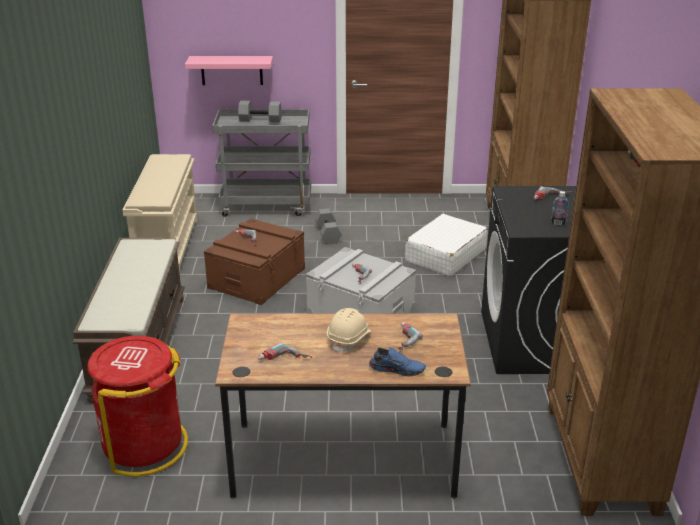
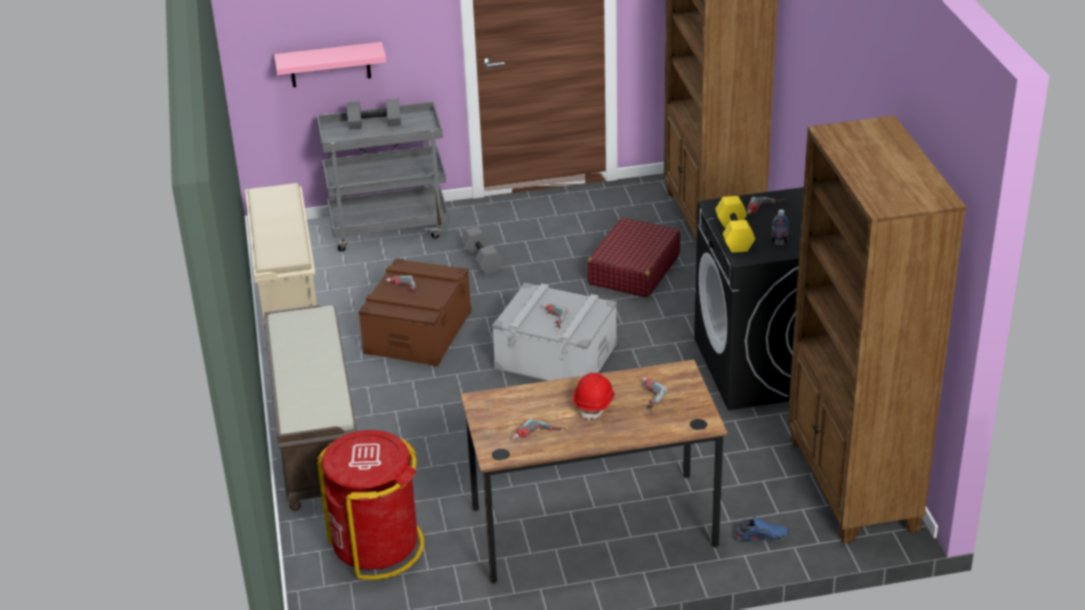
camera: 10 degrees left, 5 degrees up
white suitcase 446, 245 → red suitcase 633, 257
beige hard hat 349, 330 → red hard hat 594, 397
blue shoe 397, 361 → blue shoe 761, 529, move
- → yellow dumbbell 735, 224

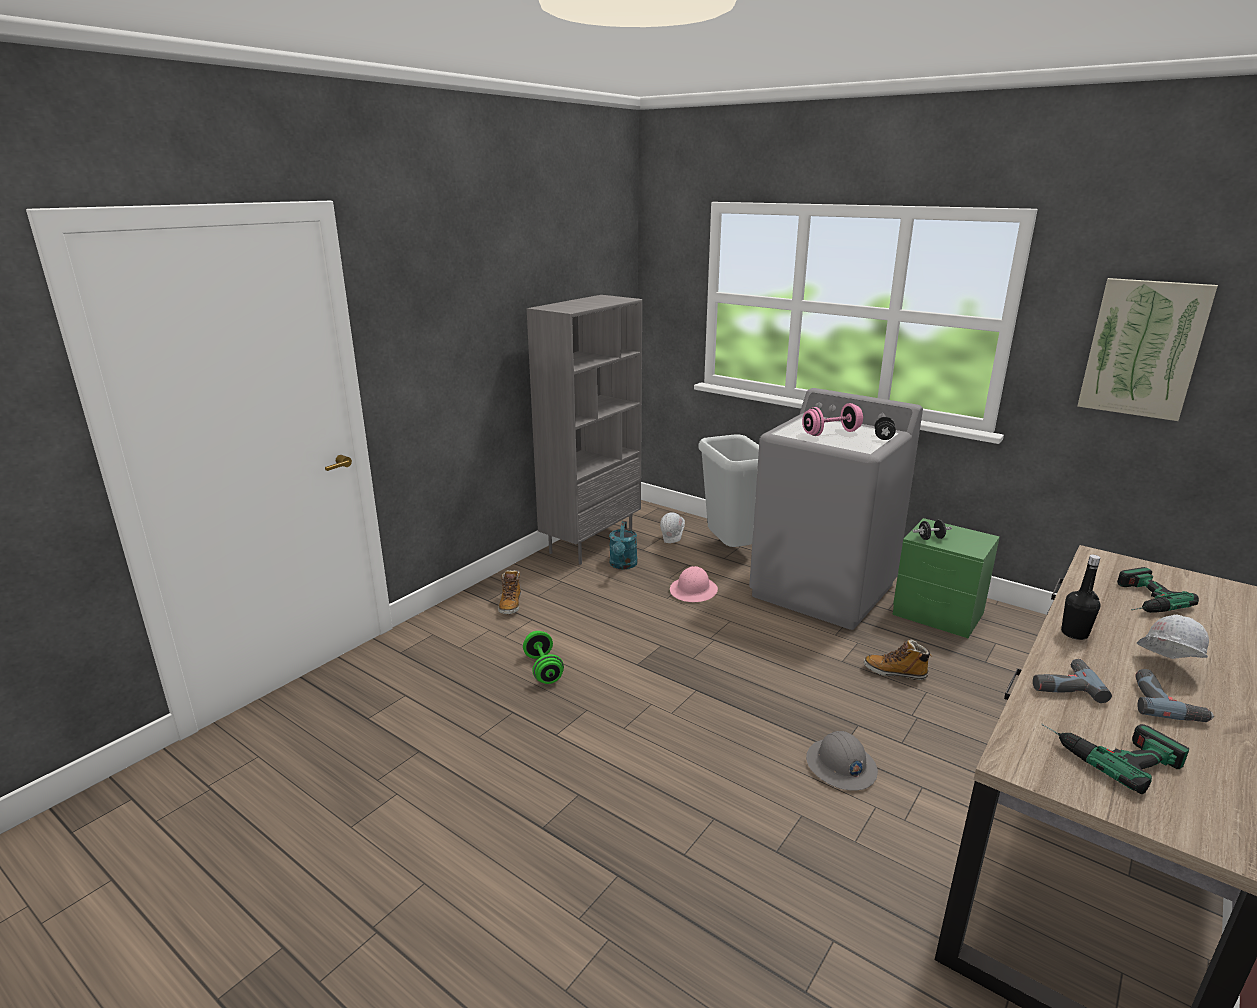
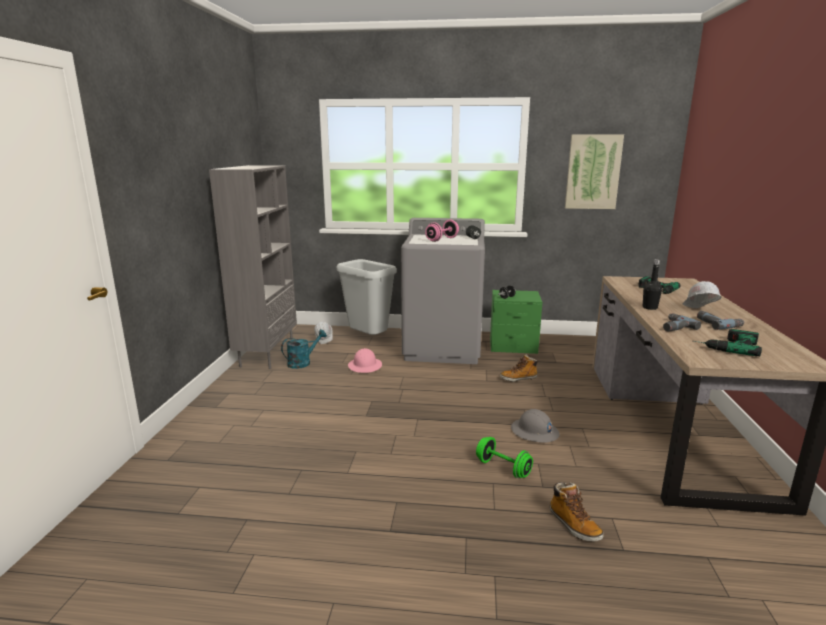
camera: 30 degrees left, 5 degrees down
turquoise watering can 623, 545 → turquoise watering can 304, 349, 105 degrees counterclockwise
boot 509, 592 → boot 577, 511, move
green dumbbell 543, 657 → green dumbbell 504, 457, move

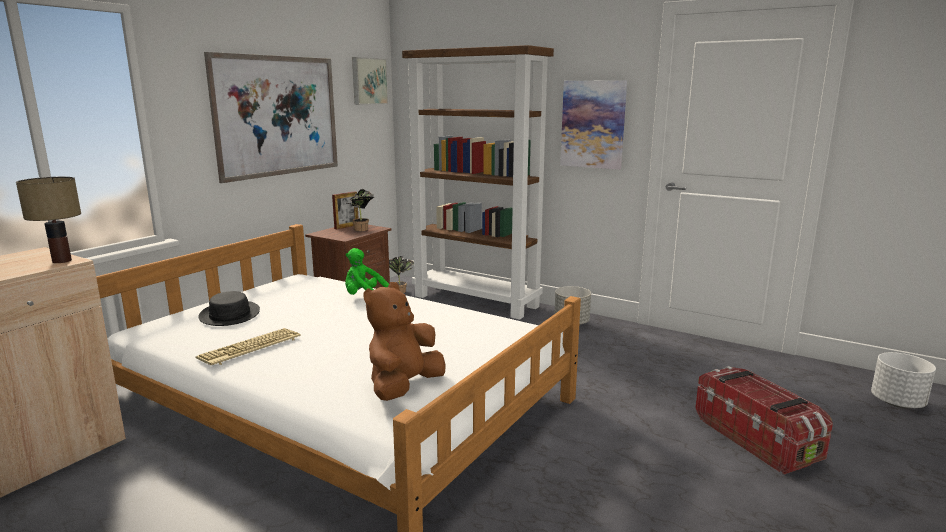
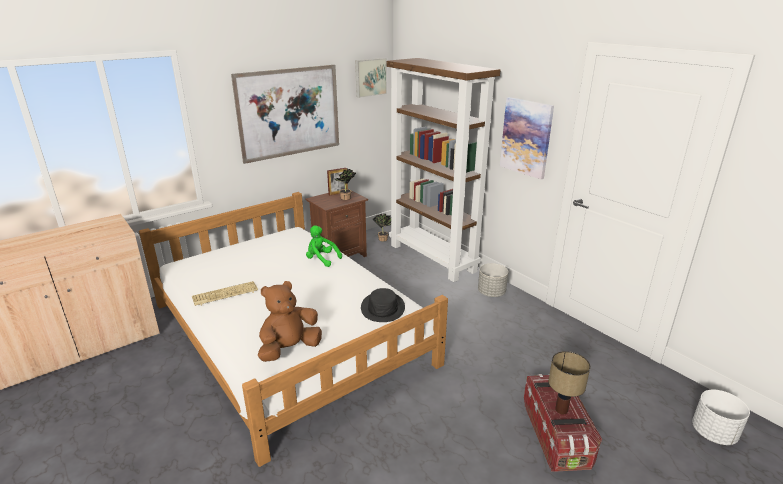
camera: 20 degrees right, 10 degrees up
table lamp 48, 220 → table lamp 569, 383, move
black hat 229, 308 → black hat 383, 305, move

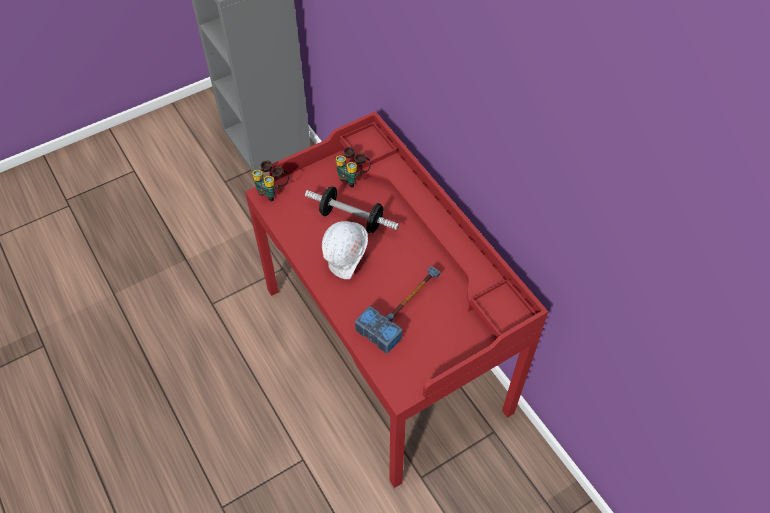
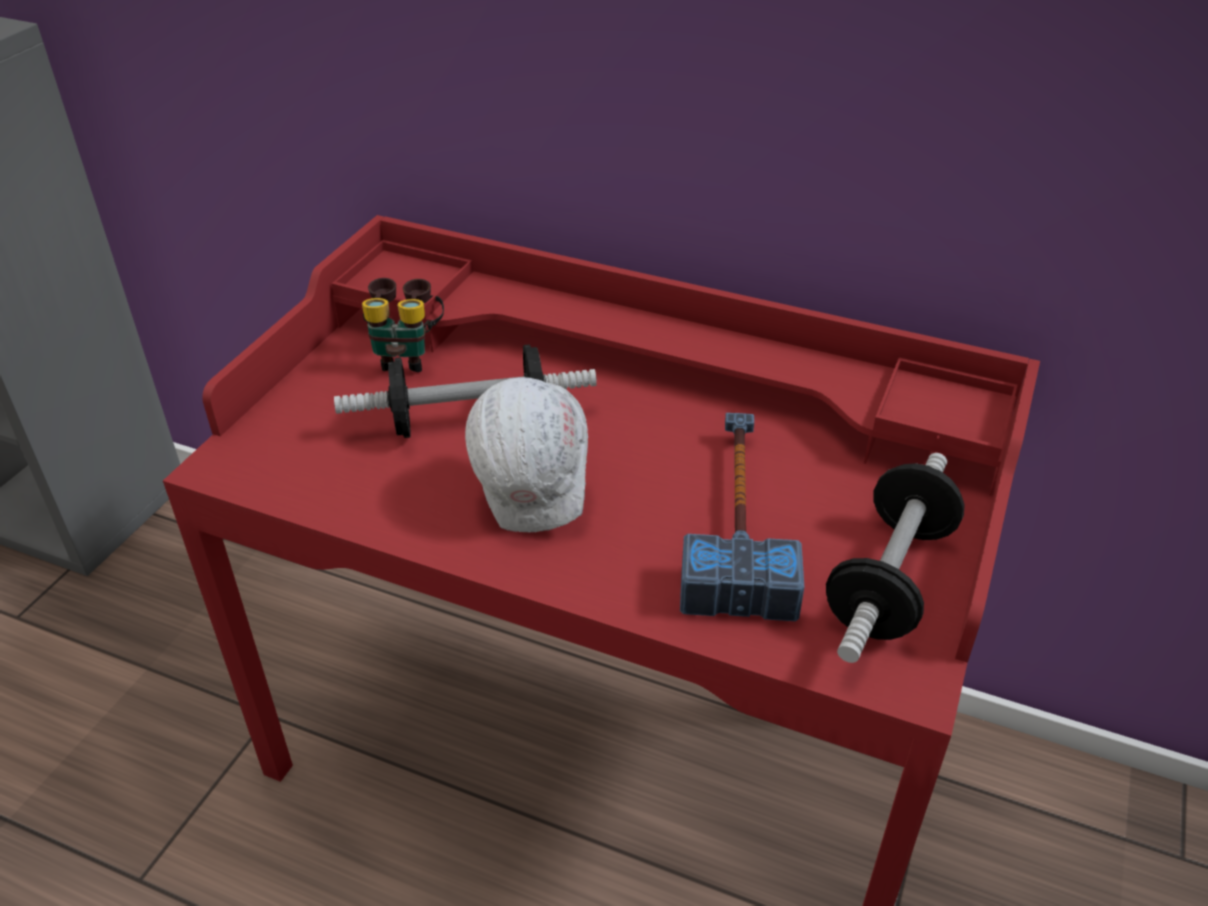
camera: 35 degrees left, 15 degrees down
binoculars 270, 180 → -
- → dumbbell 895, 558

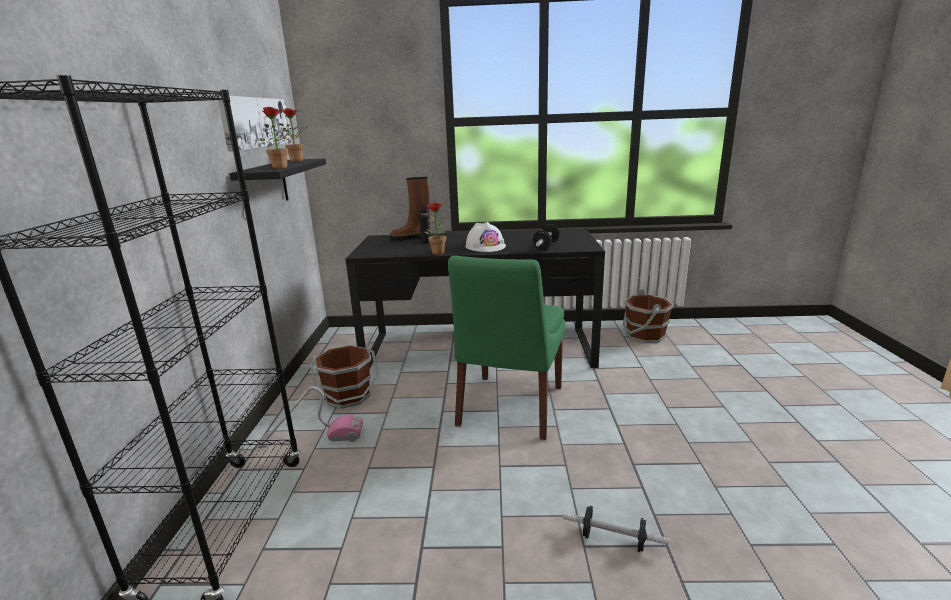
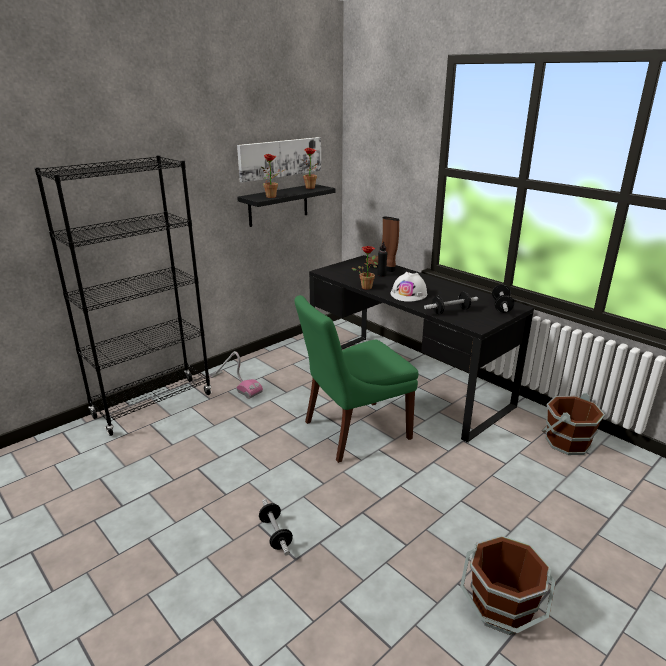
camera: 45 degrees right, 5 degrees up
brown bucket 344, 377 → brown bucket 508, 585, move
- → dumbbell 503, 298

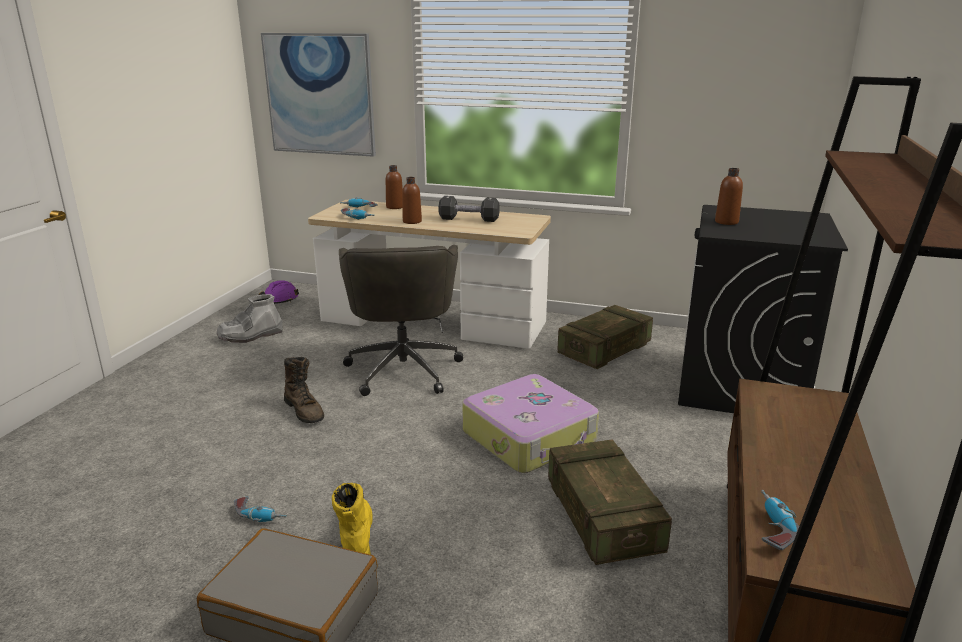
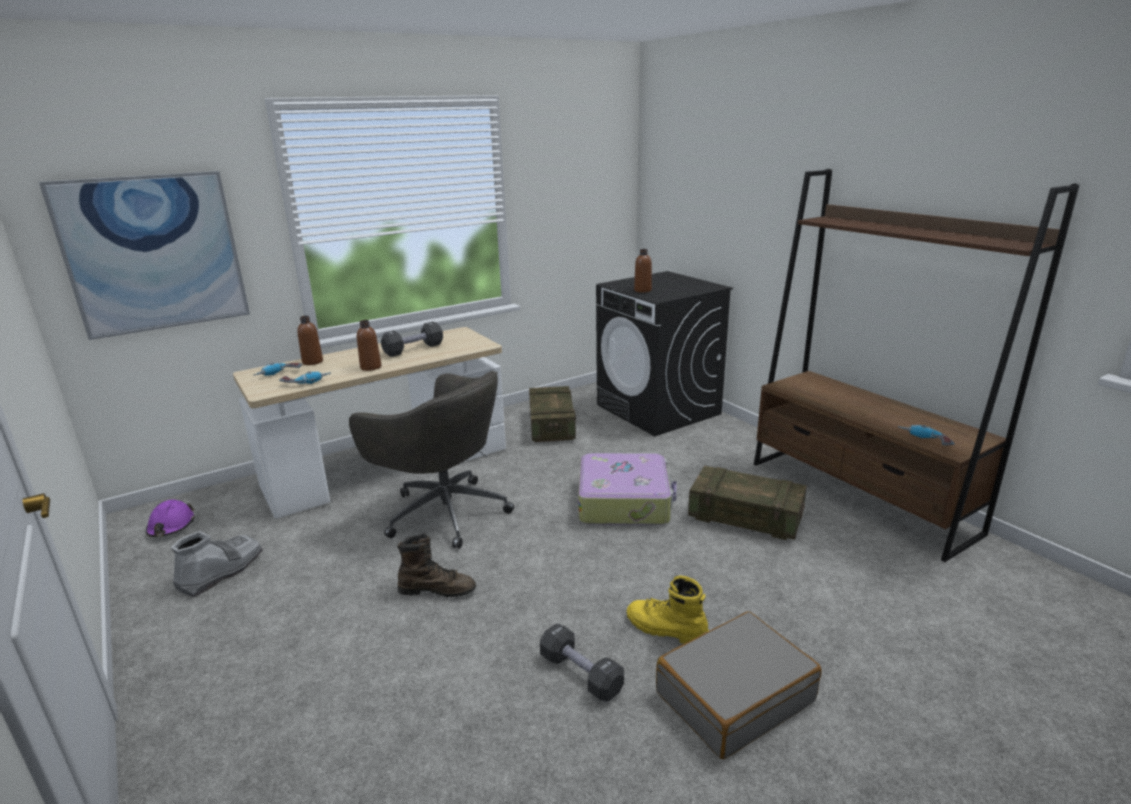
camera: 50 degrees left, 0 degrees up
grey boot 250, 318 → grey boot 217, 564, 150 degrees counterclockwise
power drill 260, 509 → black dumbbell 582, 662

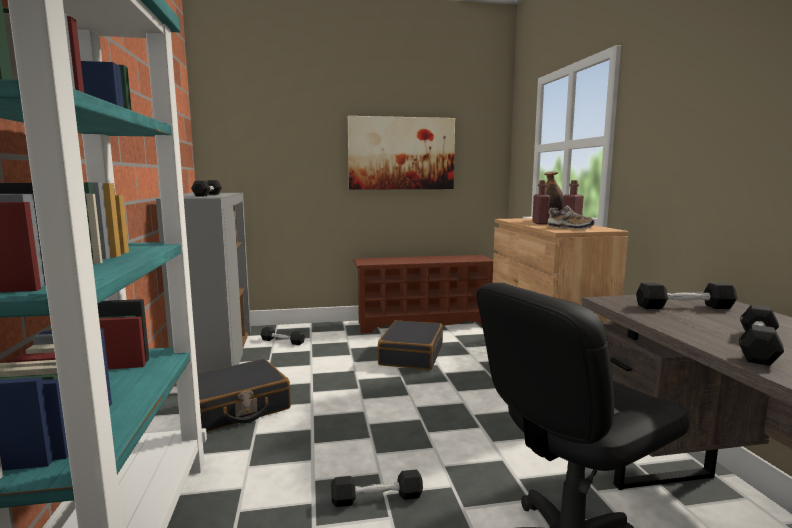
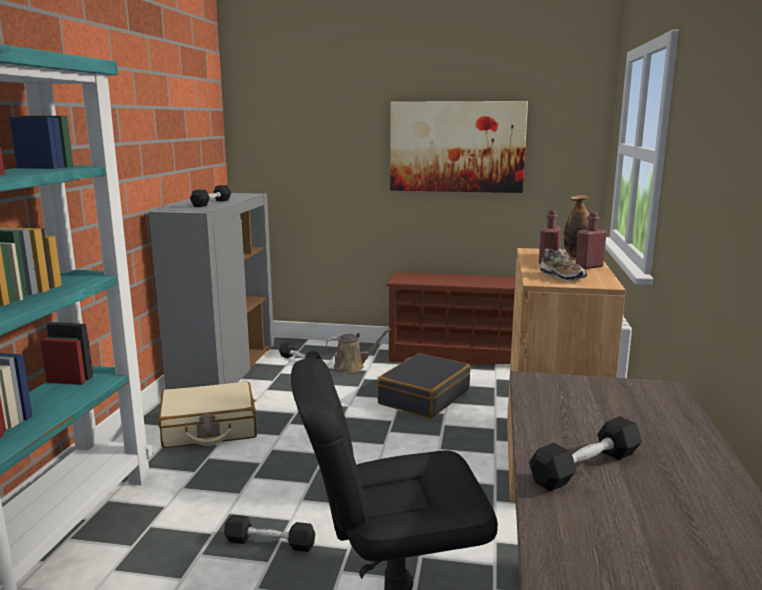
camera: 20 degrees right, 5 degrees up
black dumbbell 686, 296 → -
black suitcase 244, 395 → beige suitcase 207, 415
- → brown watering can 358, 350

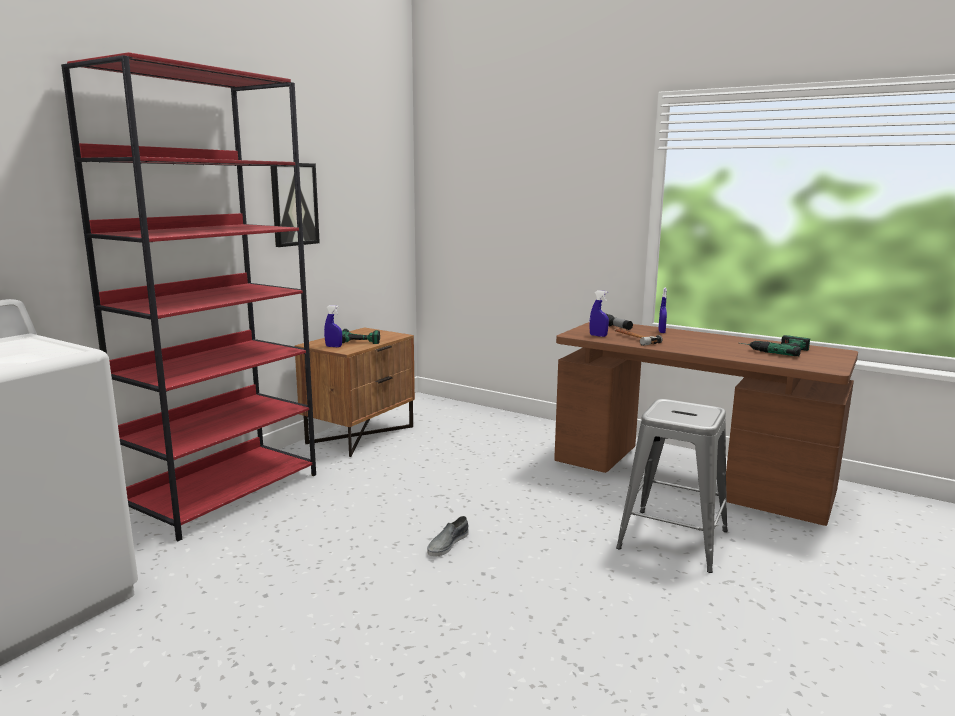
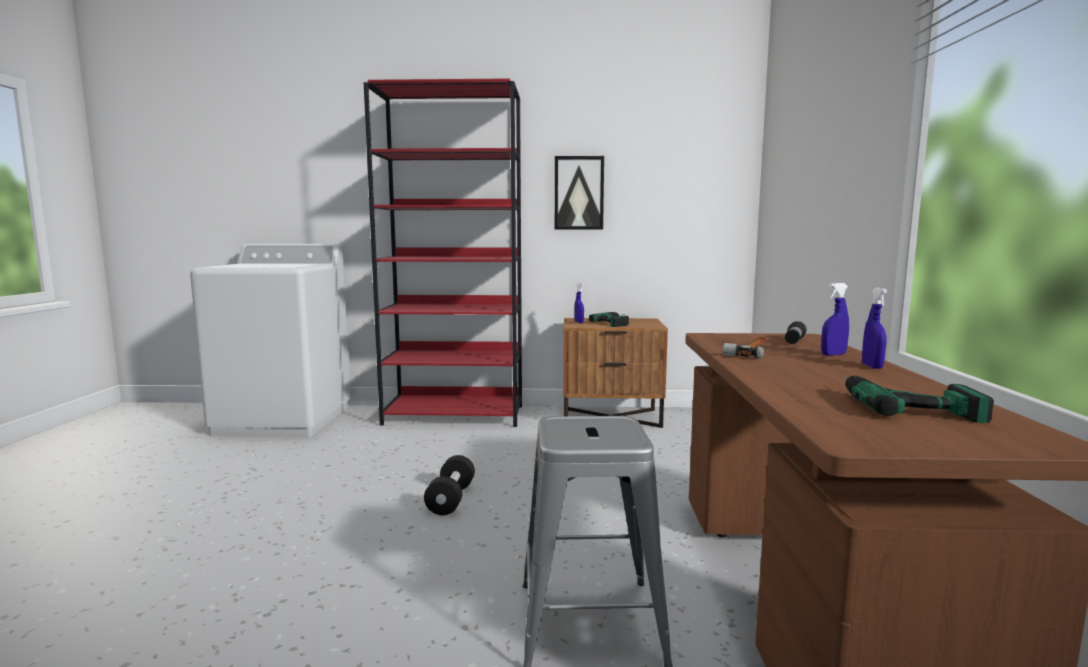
camera: 60 degrees right, 5 degrees down
blue spray bottle 599, 313 → blue spray bottle 874, 328, move
grey shoe 448, 536 → black dumbbell 449, 485

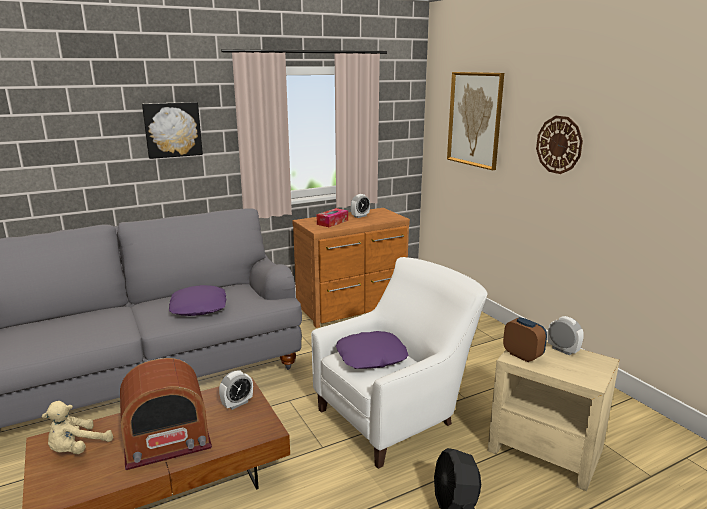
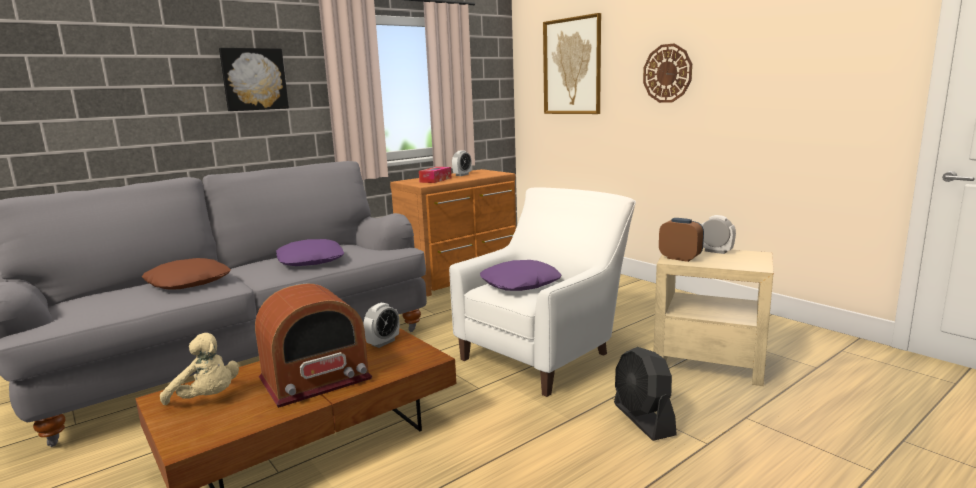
camera: 10 degrees left, 5 degrees down
beige plush toy 77, 427 → beige plush toy 199, 369, 90 degrees counterclockwise
- → brown pillow 186, 274

